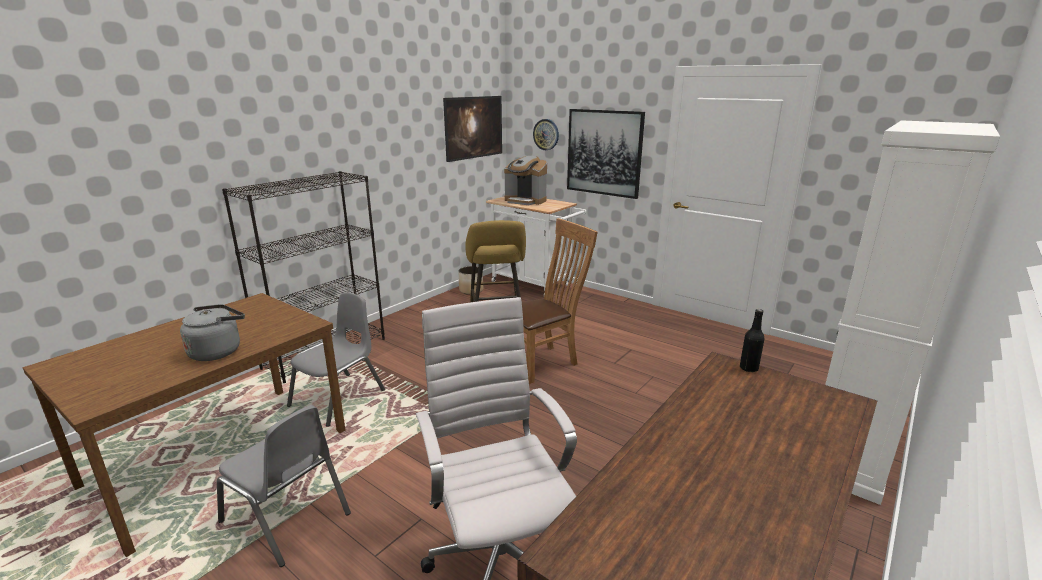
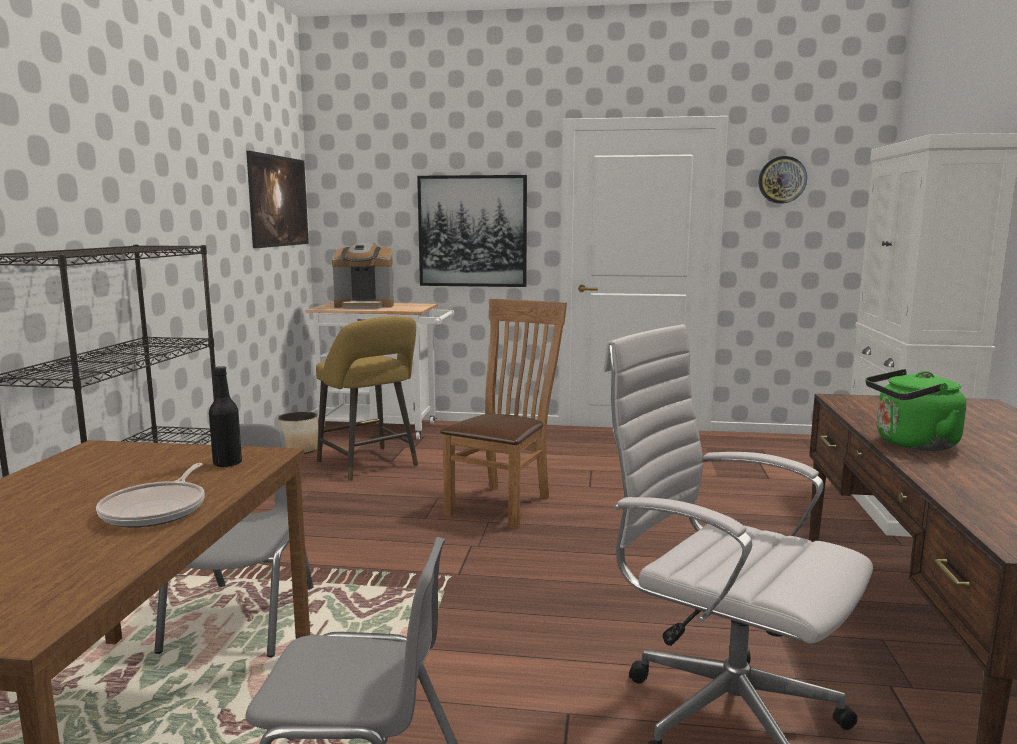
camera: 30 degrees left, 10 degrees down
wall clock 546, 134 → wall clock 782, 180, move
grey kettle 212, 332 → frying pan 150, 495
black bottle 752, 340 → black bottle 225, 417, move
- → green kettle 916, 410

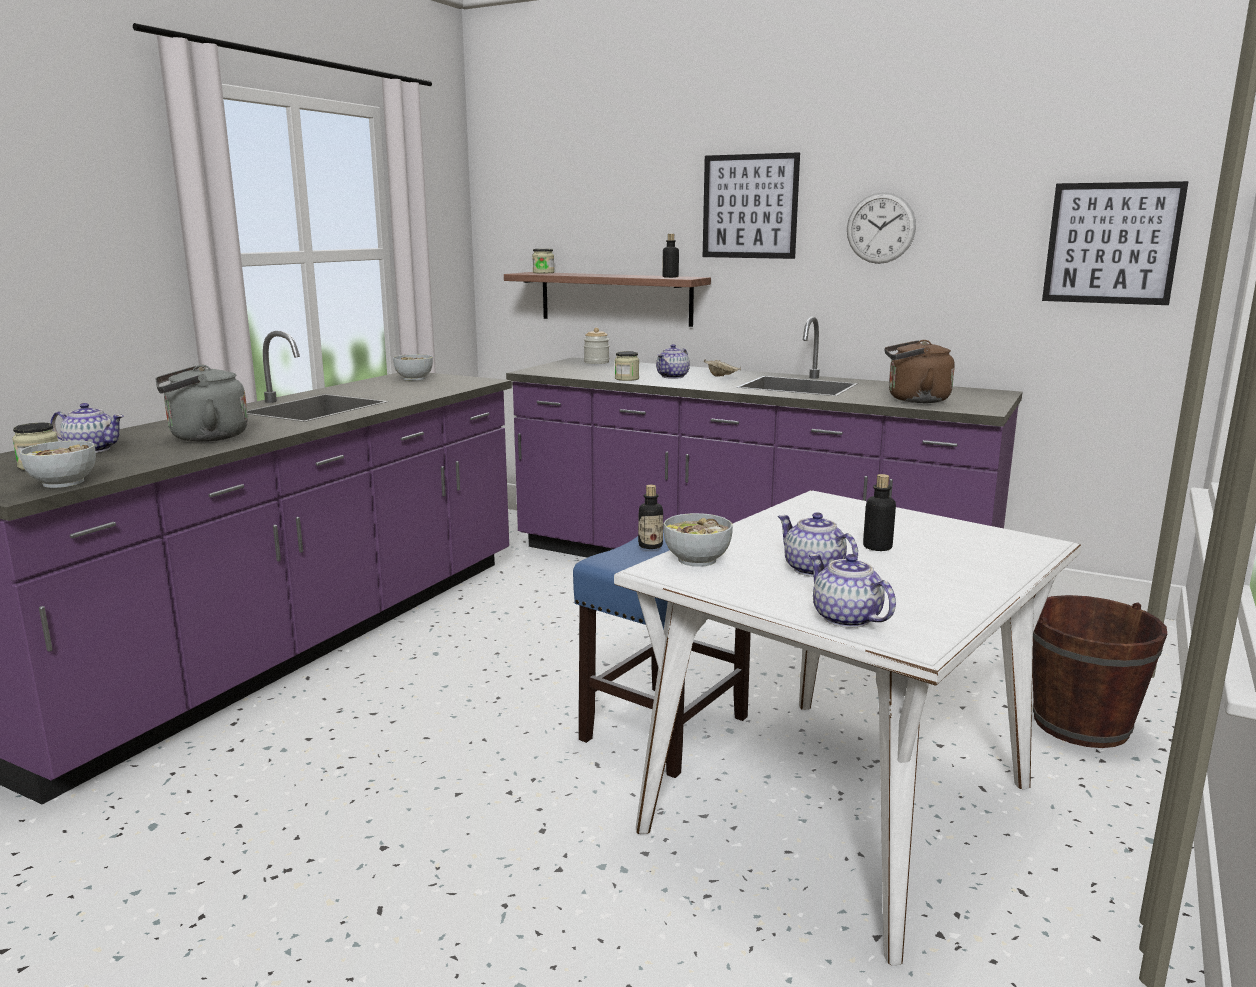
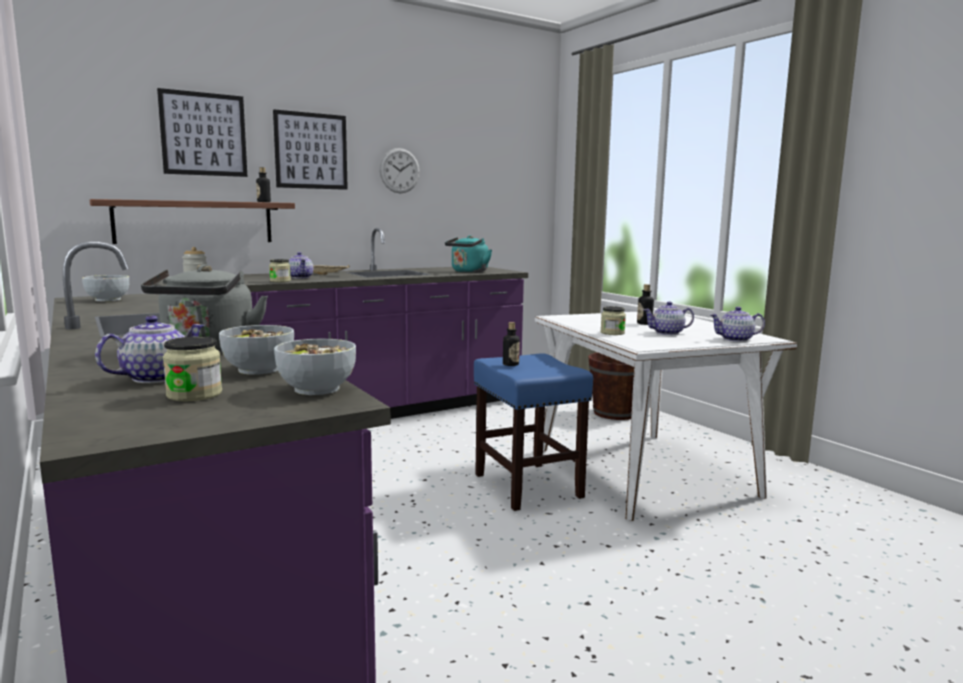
camera: 60 degrees left, 5 degrees down
picture 1115, 243 → picture 202, 132, move
jar 543, 261 → jar 613, 320, move
brown kettle 919, 371 → turquoise kettle 468, 254
bowl 698, 540 → bowl 256, 350, move

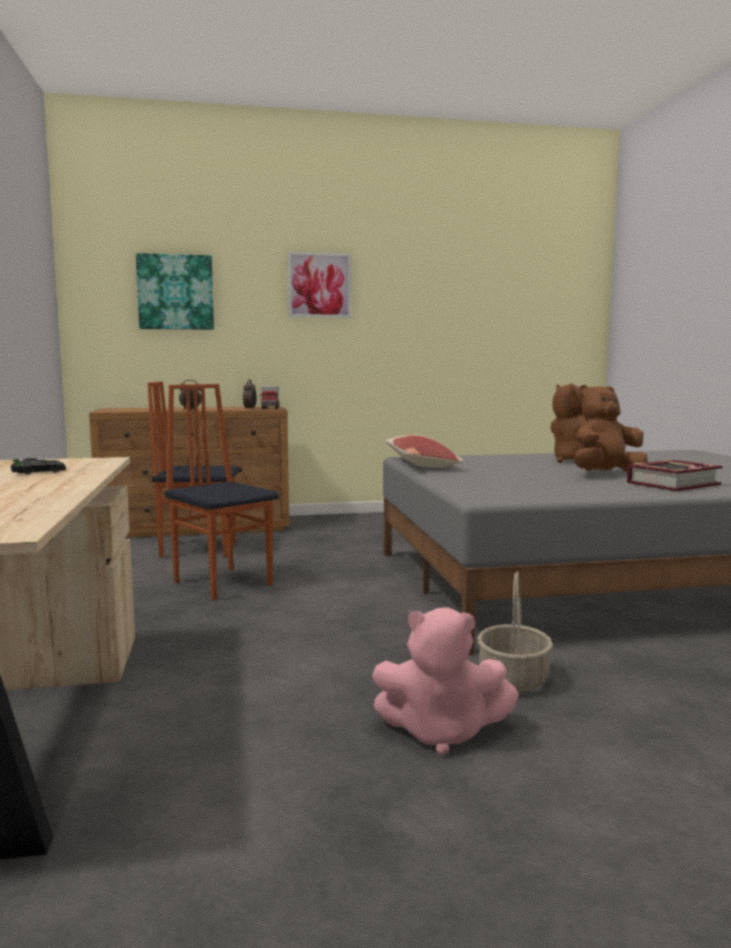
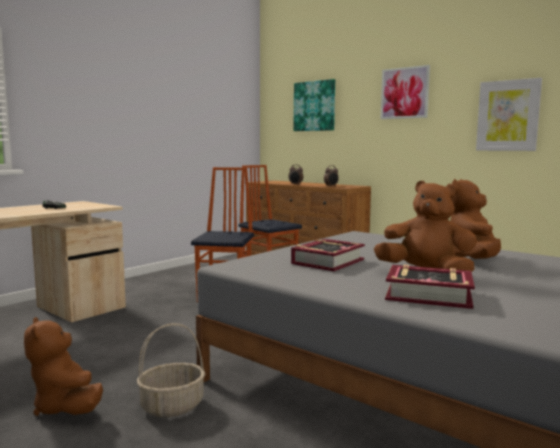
camera: 50 degrees right, 0 degrees up
toy truck 270, 397 → -
pillow 424, 451 → -
pink plush toy 445, 681 → brown plush toy 63, 366
- → picture 509, 114
- → book 328, 255

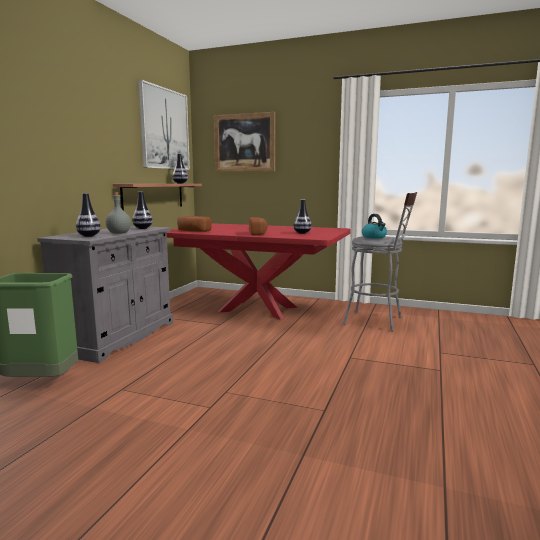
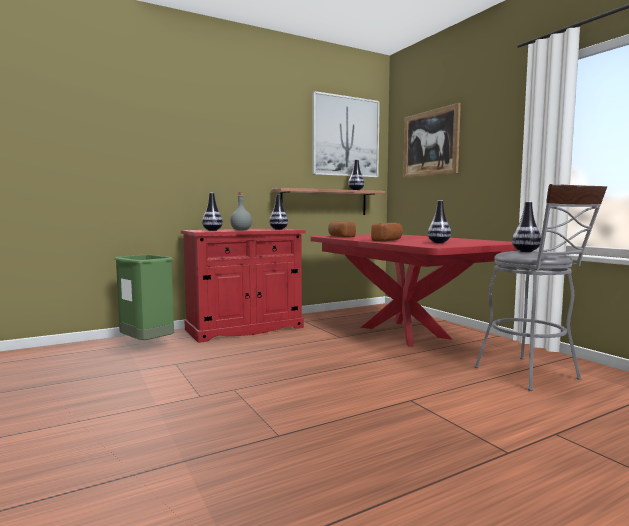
camera: 40 degrees right, 5 degrees down
kettle 374, 226 → vase 526, 227
grey cabinet 105, 294 → red cabinet 243, 285

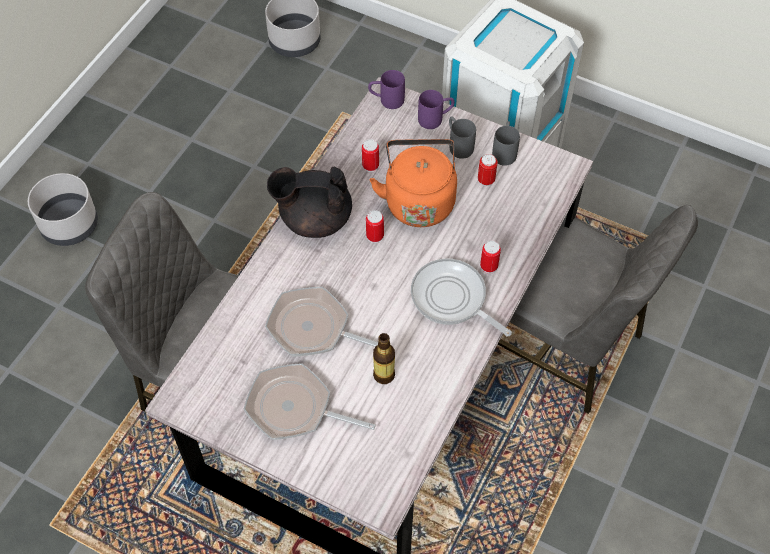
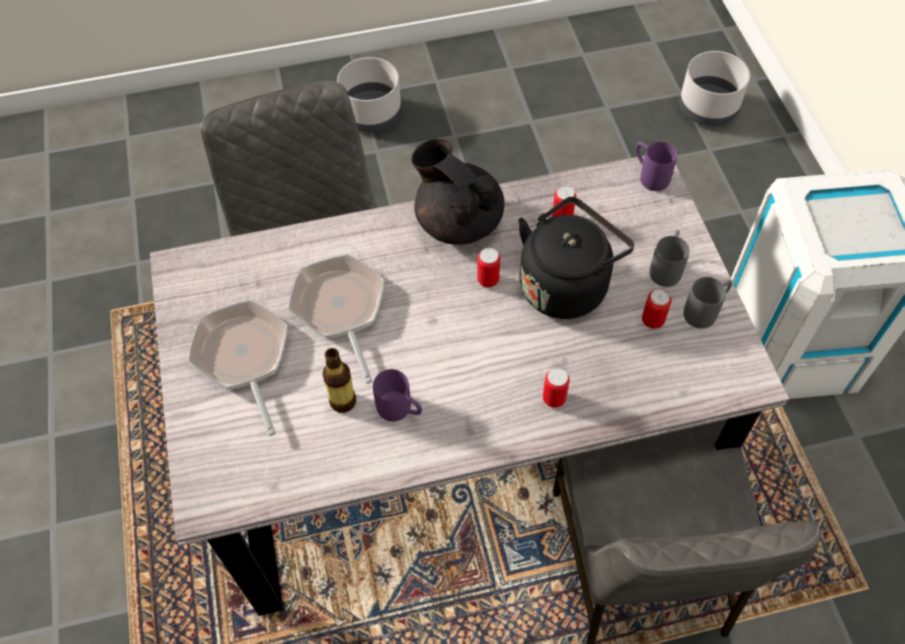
camera: 50 degrees right, 0 degrees up
purple mug 436, 109 → purple mug 397, 395, move
orange kettle 413, 183 → black kettle 576, 258
frying pan 461, 298 → -

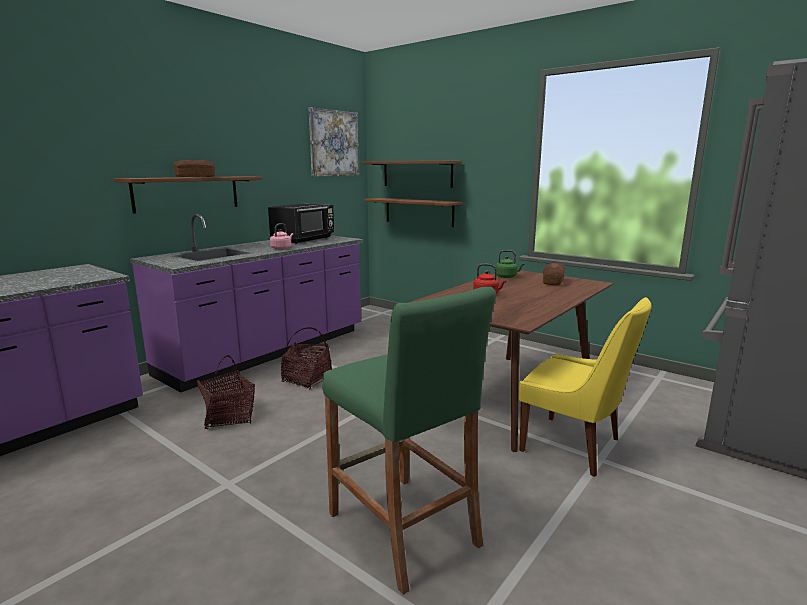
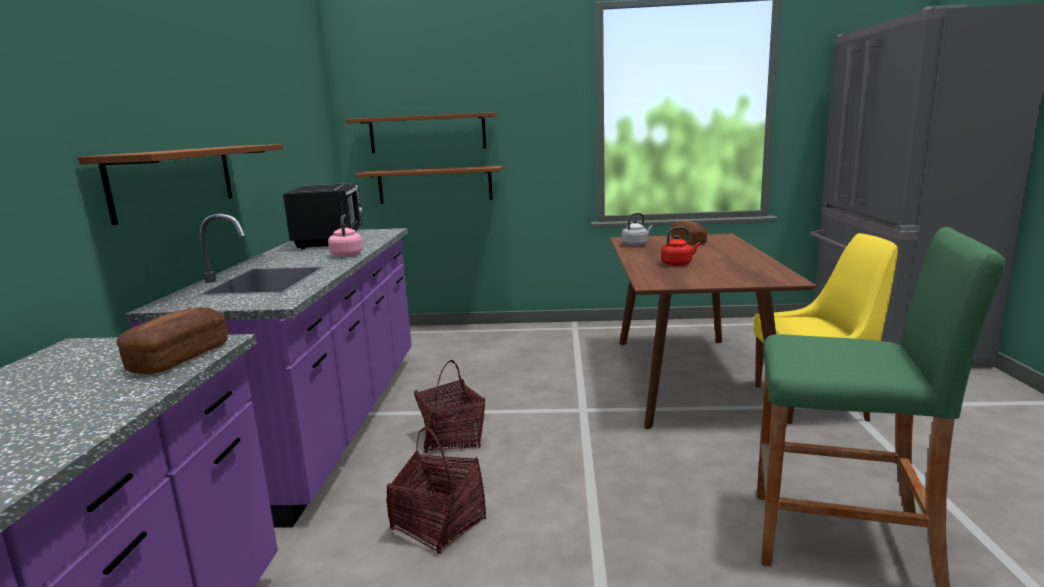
camera: 35 degrees left, 0 degrees up
picture 334, 141 → -
bread 194, 168 → bread 172, 340, move
green kettle 510, 264 → grey kettle 637, 229

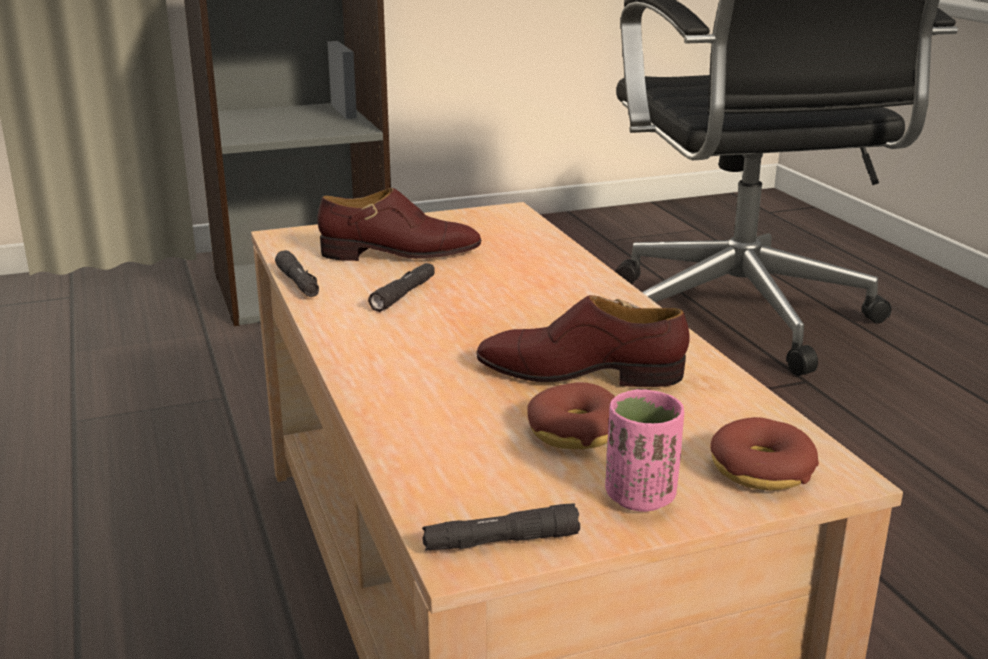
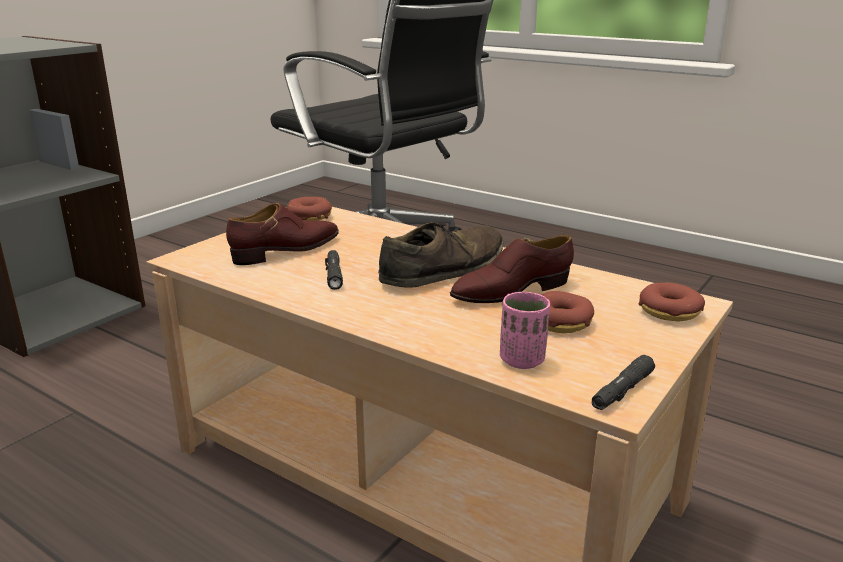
camera: 35 degrees left, 0 degrees up
black flashlight 297, 273 → -
pink cup 644, 450 → pink cup 525, 330, move
- → donut 309, 209
- → brown shoe 441, 255

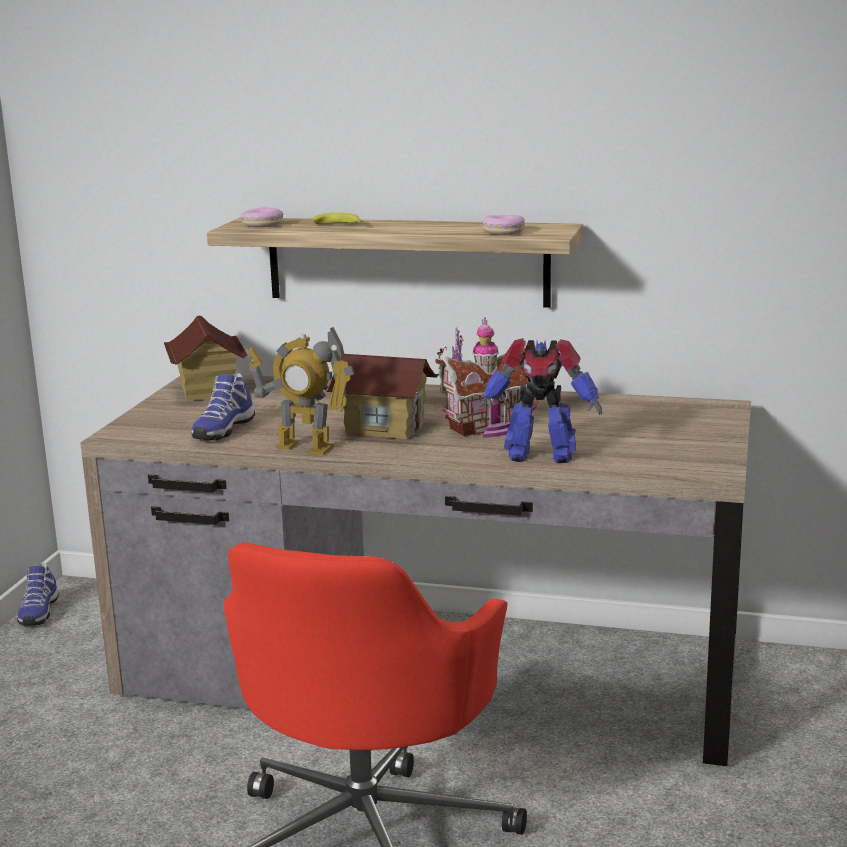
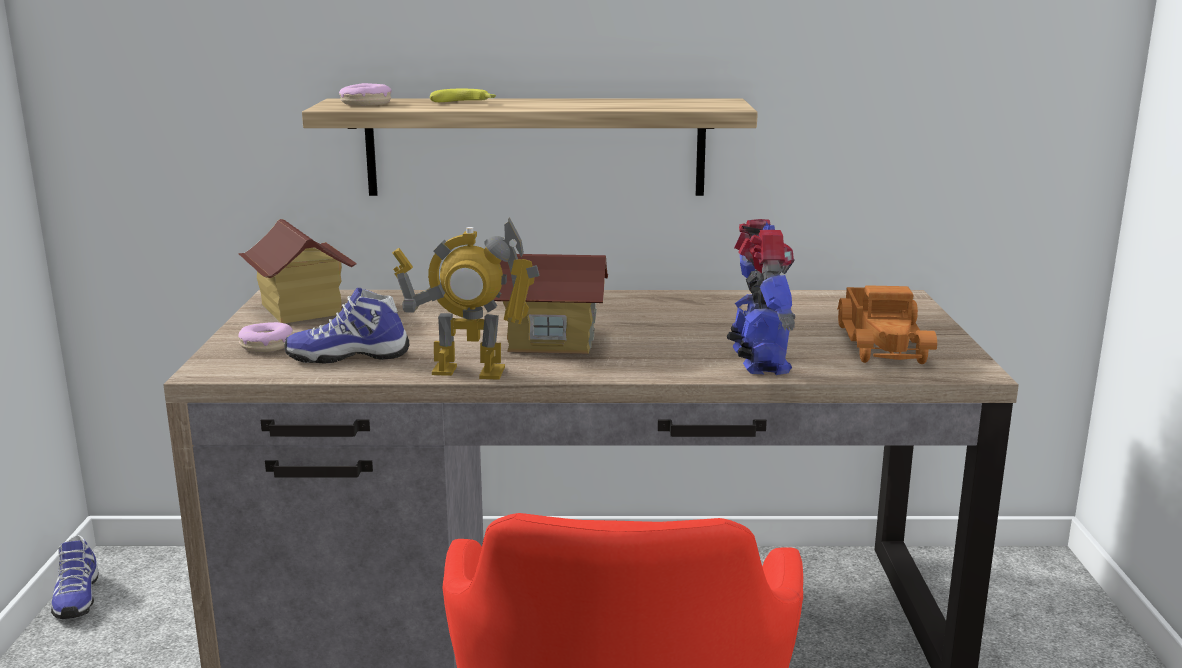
camera: 15 degrees left, 0 degrees up
donut 504, 225 → donut 265, 337, move
toy house 486, 377 → -
toy robot 540, 400 → toy robot 761, 297, 90 degrees counterclockwise
shoe 223, 407 → shoe 346, 326, 75 degrees clockwise
- → toy truck 887, 324

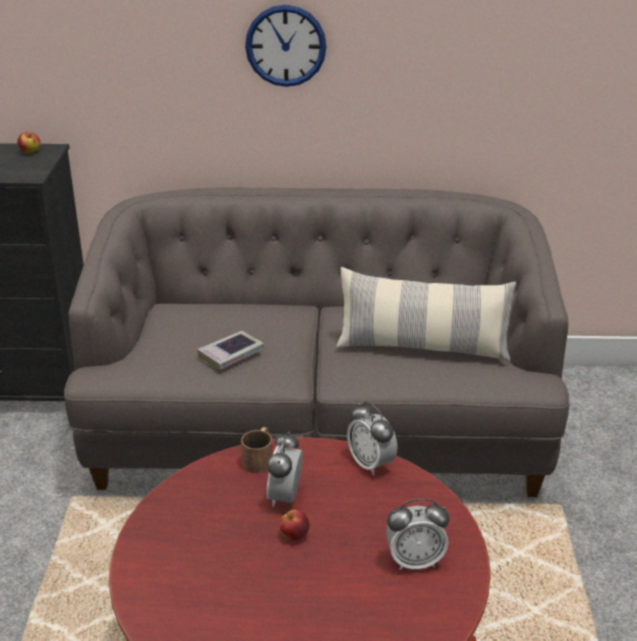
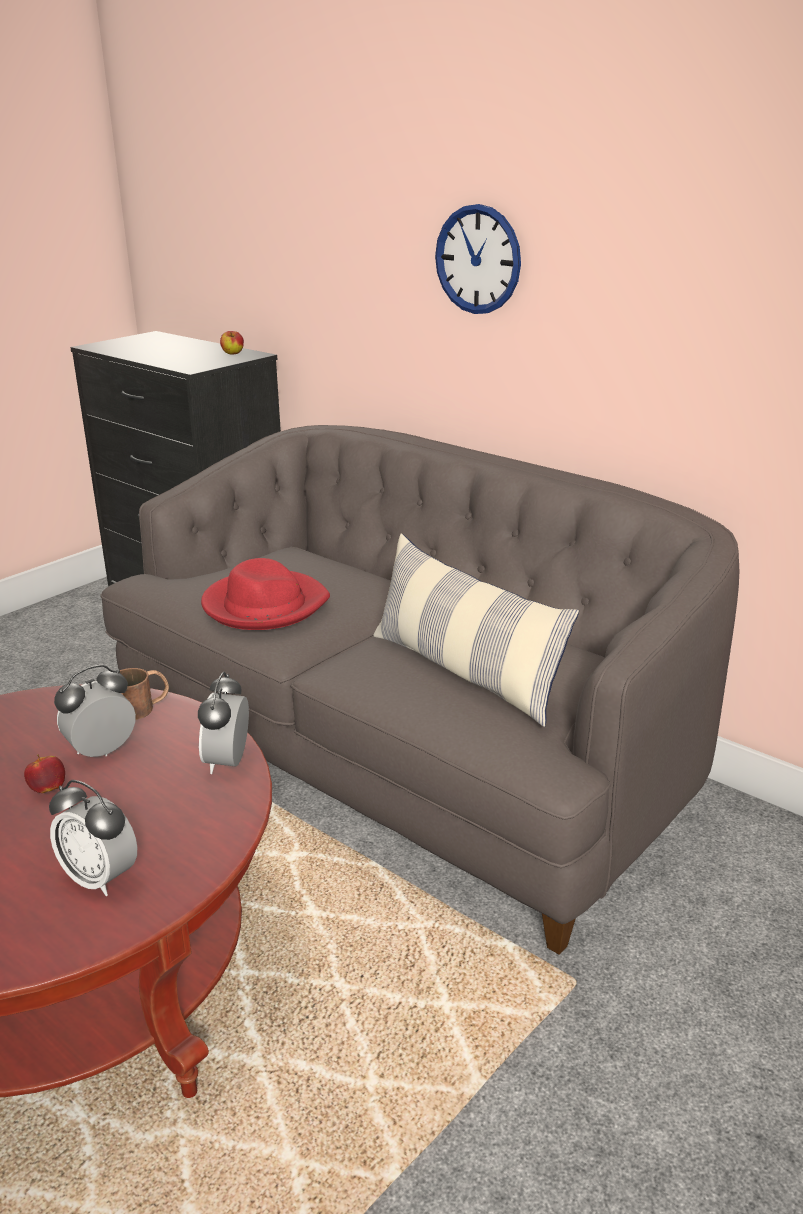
camera: 40 degrees right, 5 degrees down
book 230, 350 → red hat 265, 594

